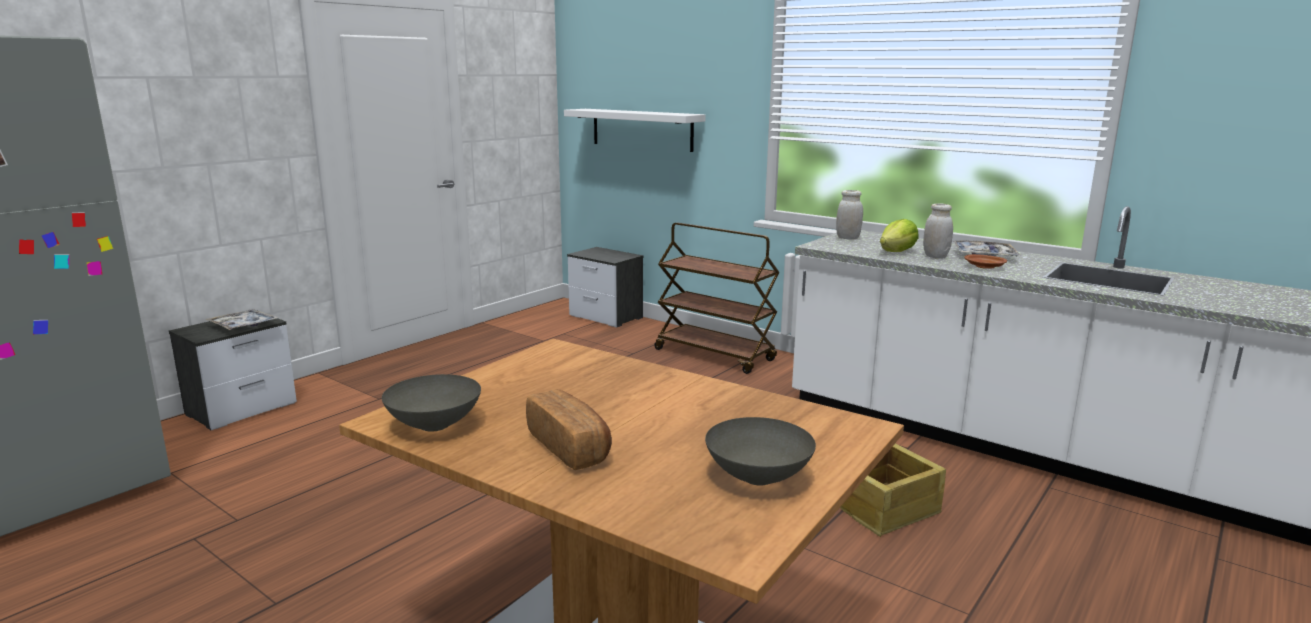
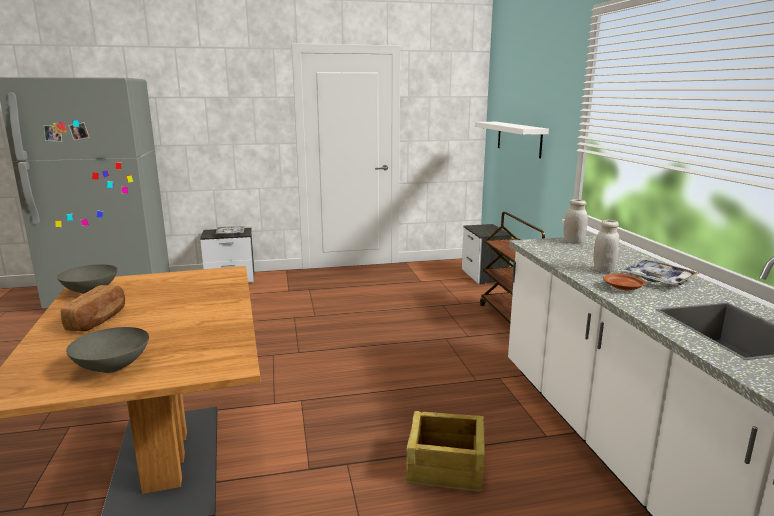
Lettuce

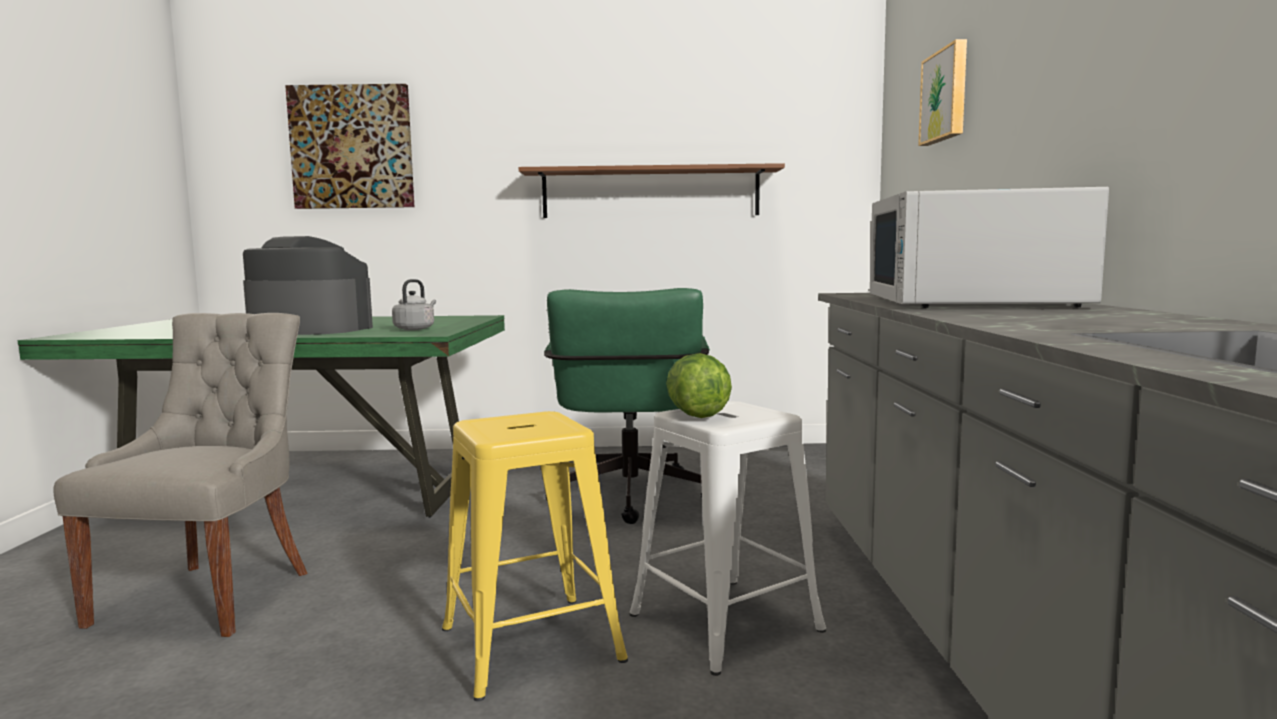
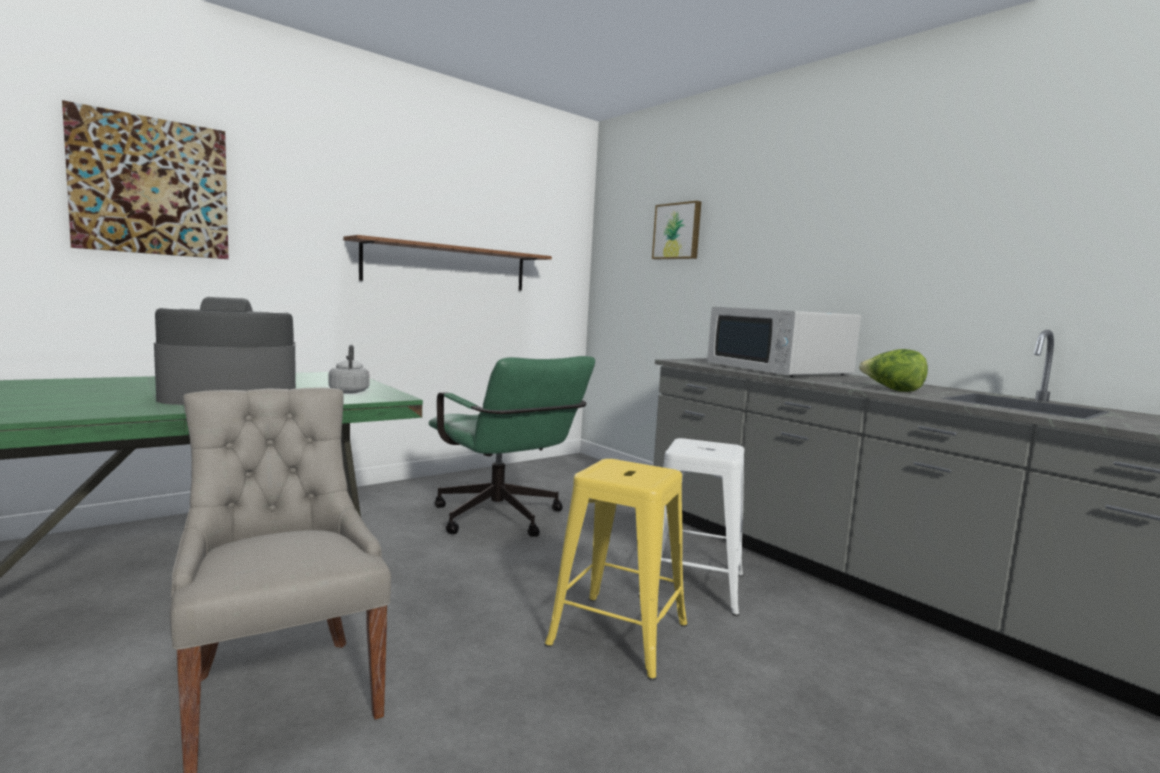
Lettuce

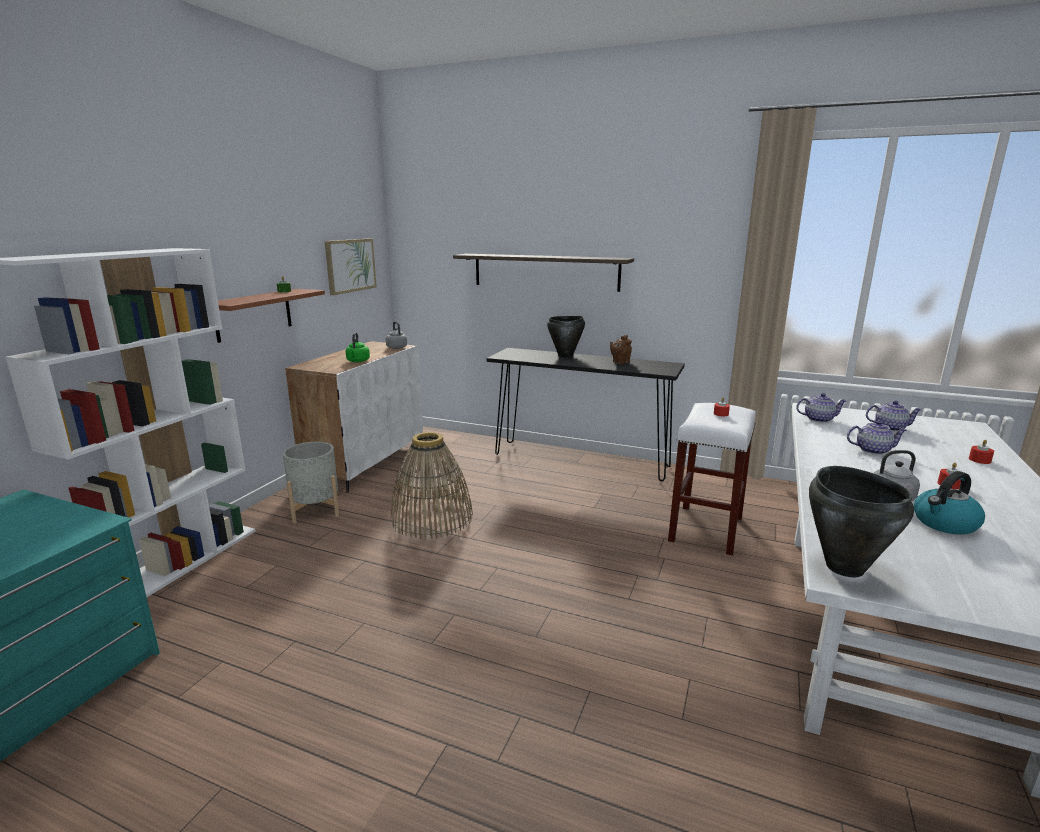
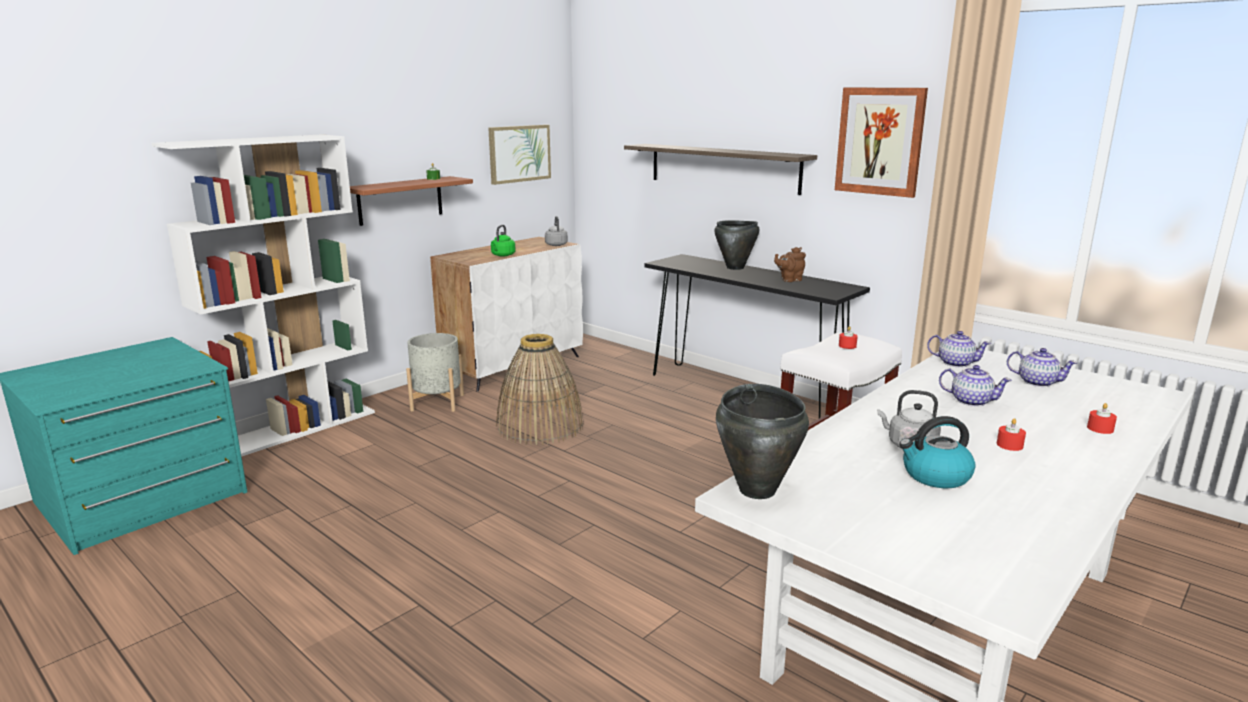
Picture (2nd from left)

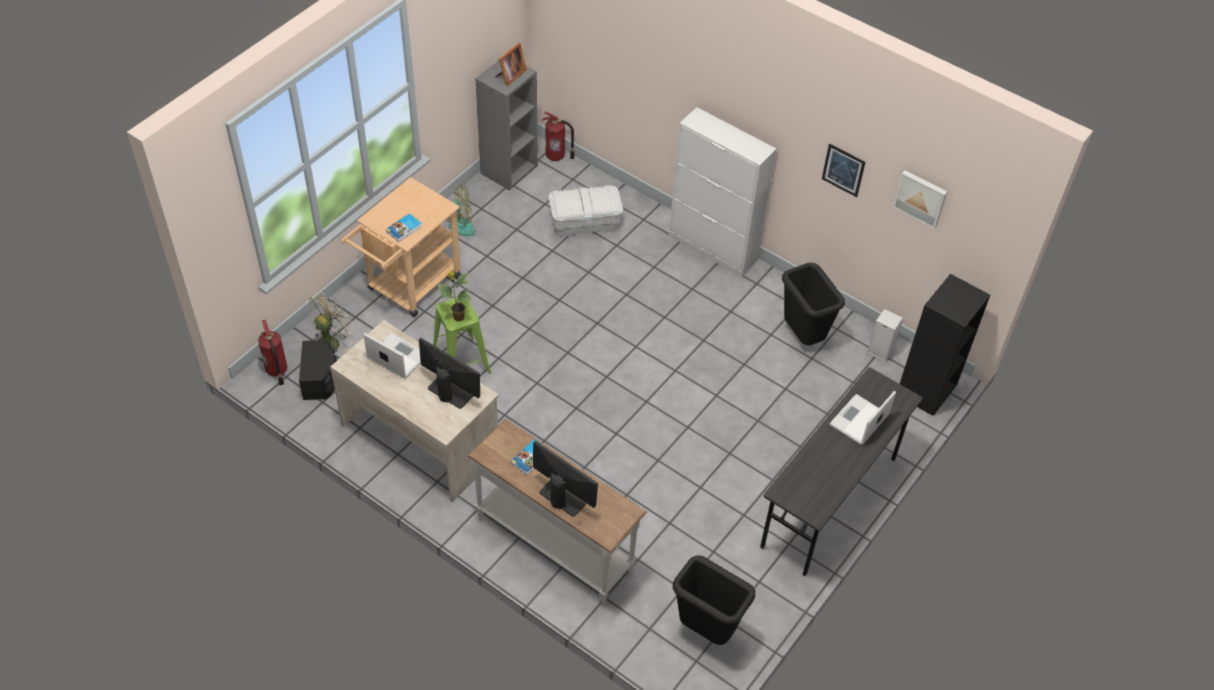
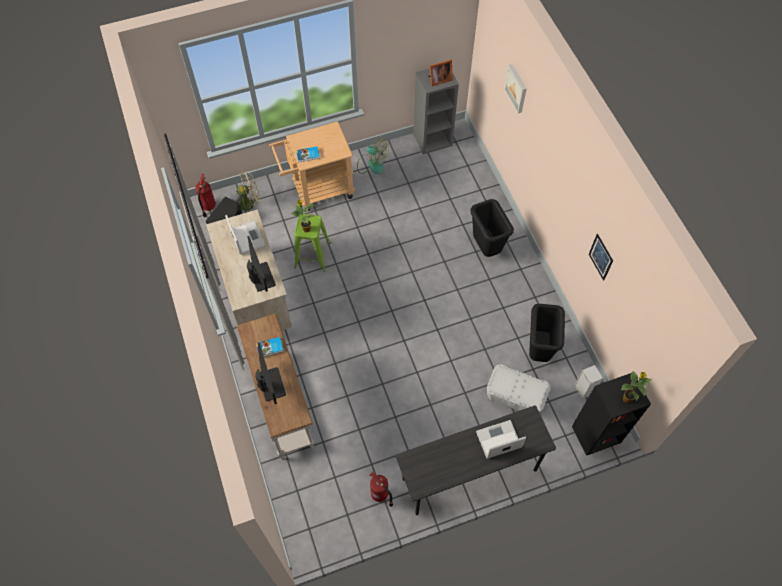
WhiteCabinet; FireExtinguisher (2nd from left); Picture (1st from left); WhiteStorageBox; BlackTrashCan (1st from left); PottedPlant (2nd from left)

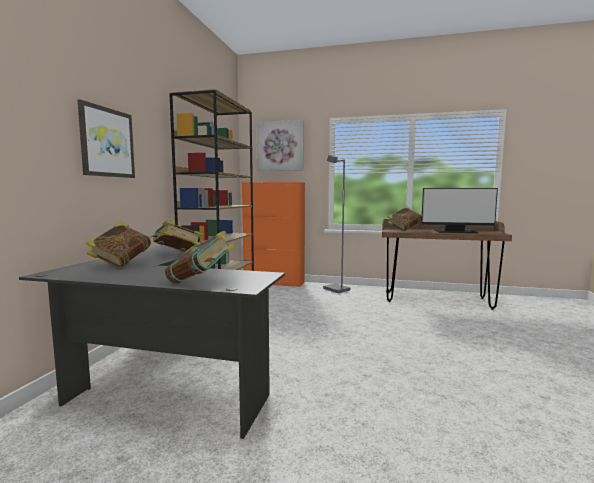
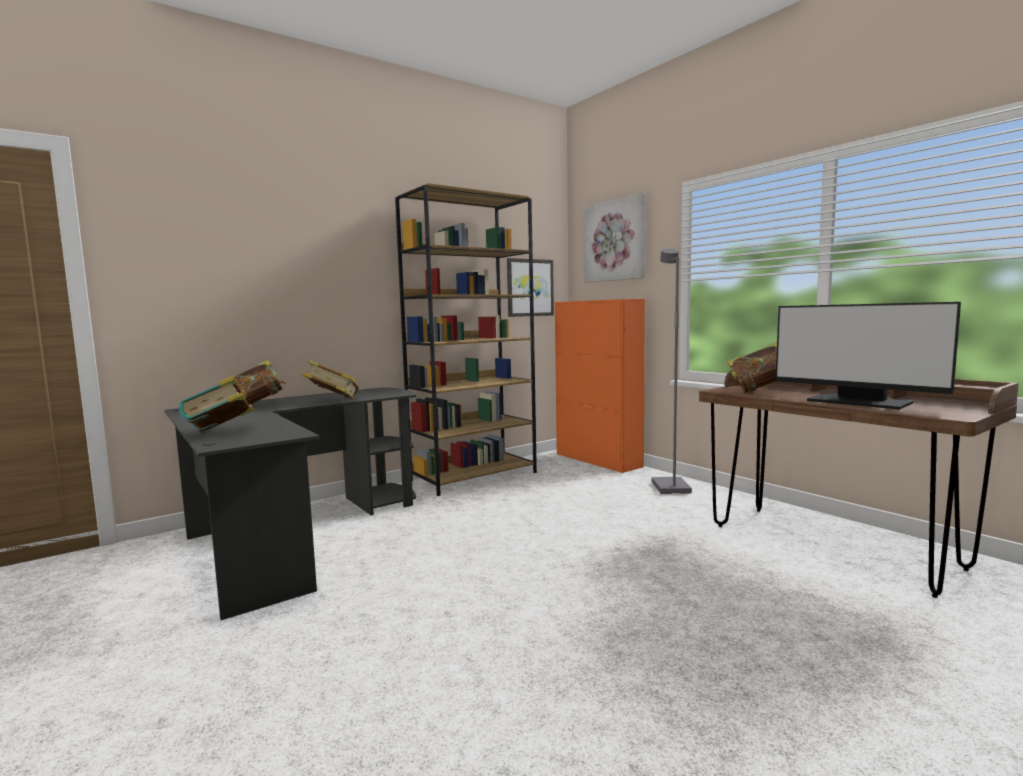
Picture (1st from left)

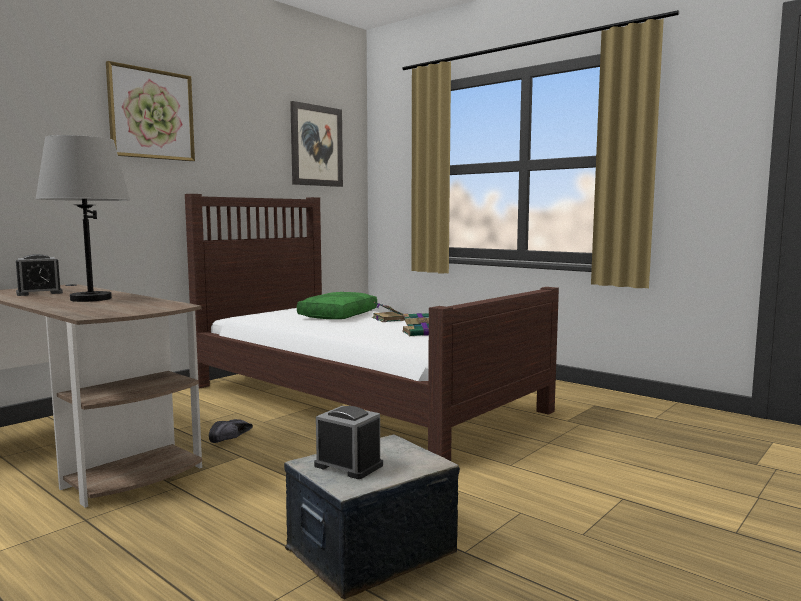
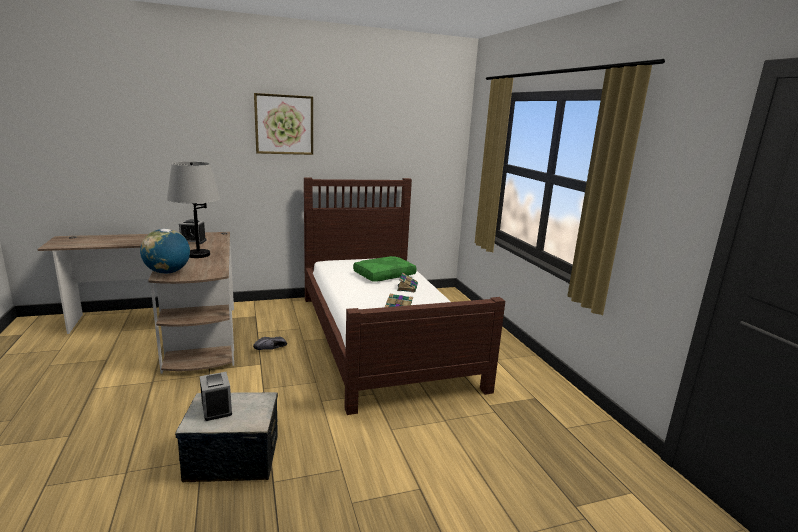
Picture (2nd from left in the first image); Globe

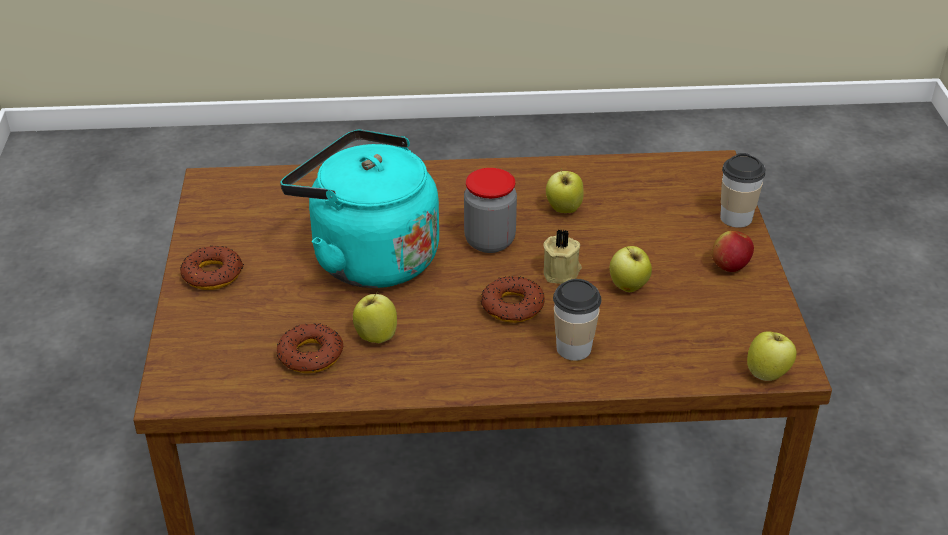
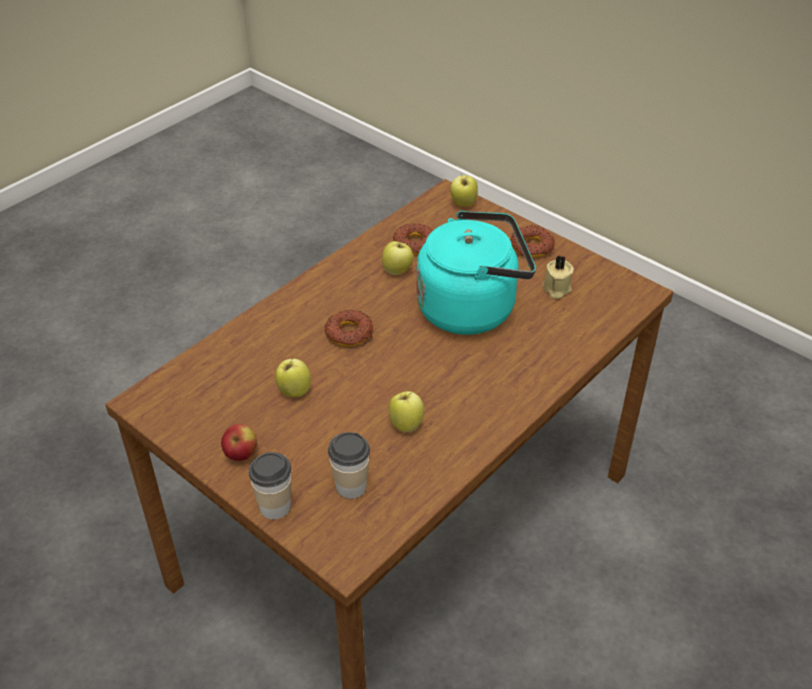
Jar; BeigeCandle; Cup (2nd from left); Apple (5th from left)

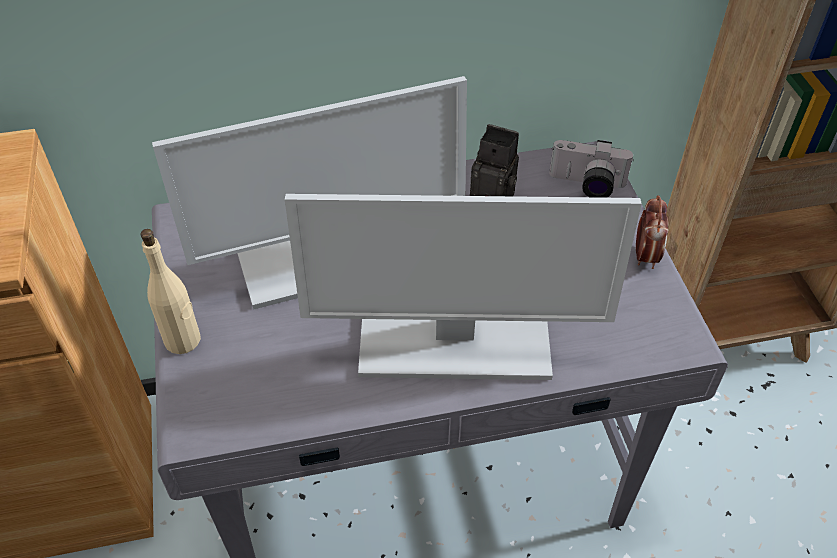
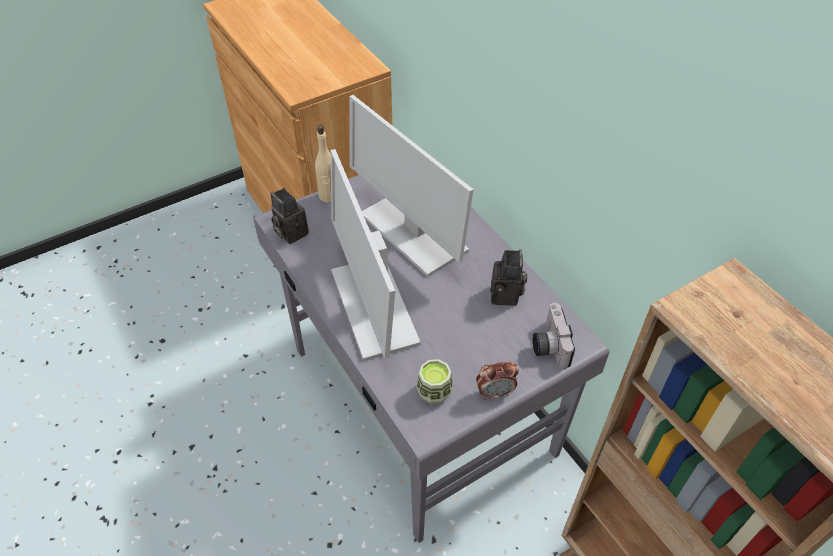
PhotoCamera (1st from left); Cup

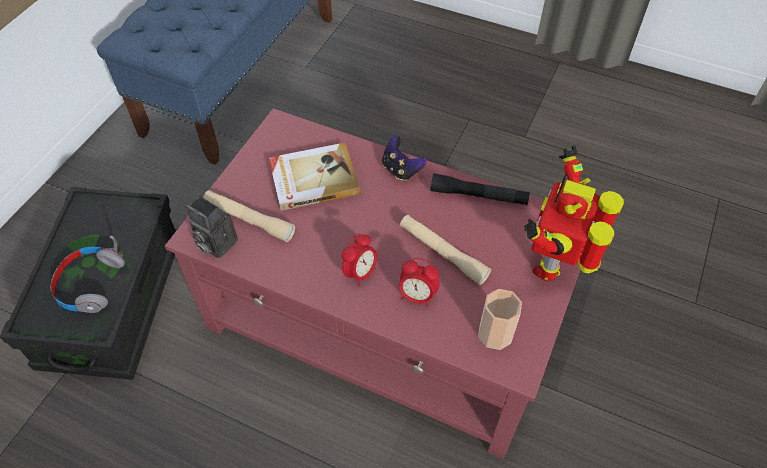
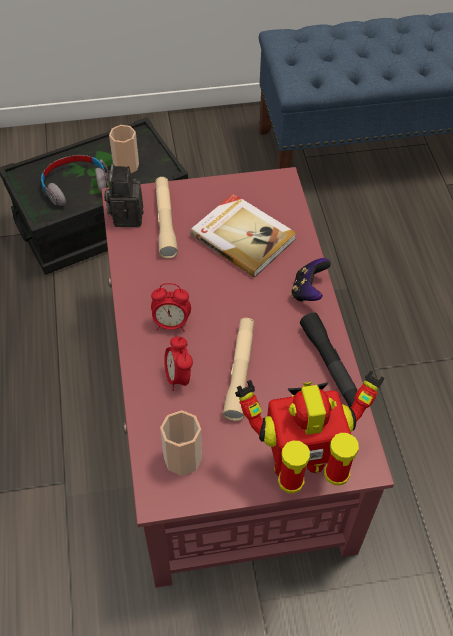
Cup (1st from left)

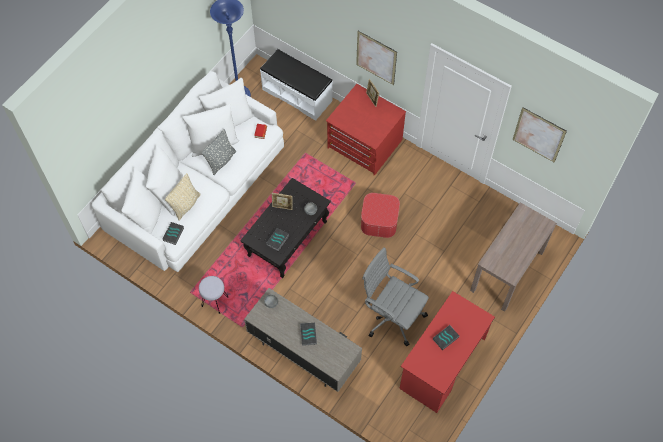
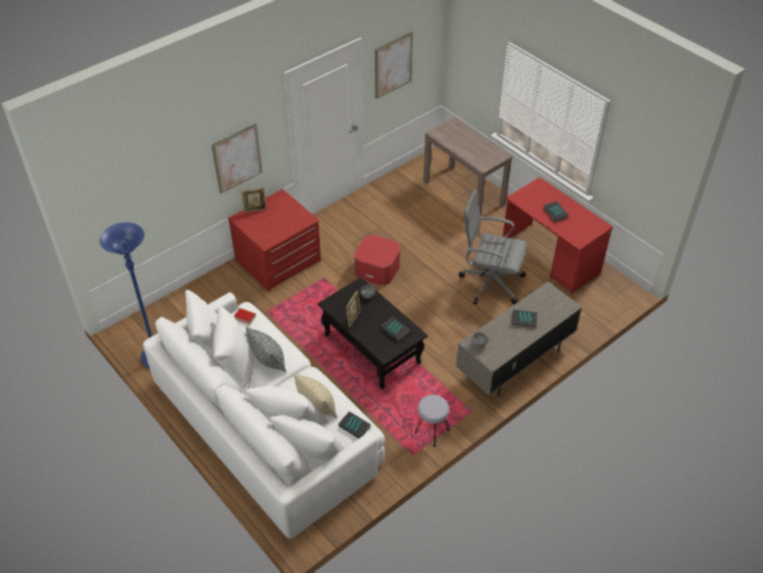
WhiteBench; GreyOfficeChair

